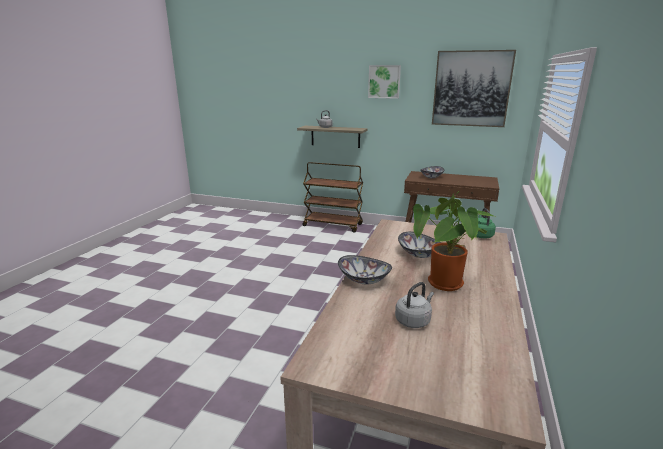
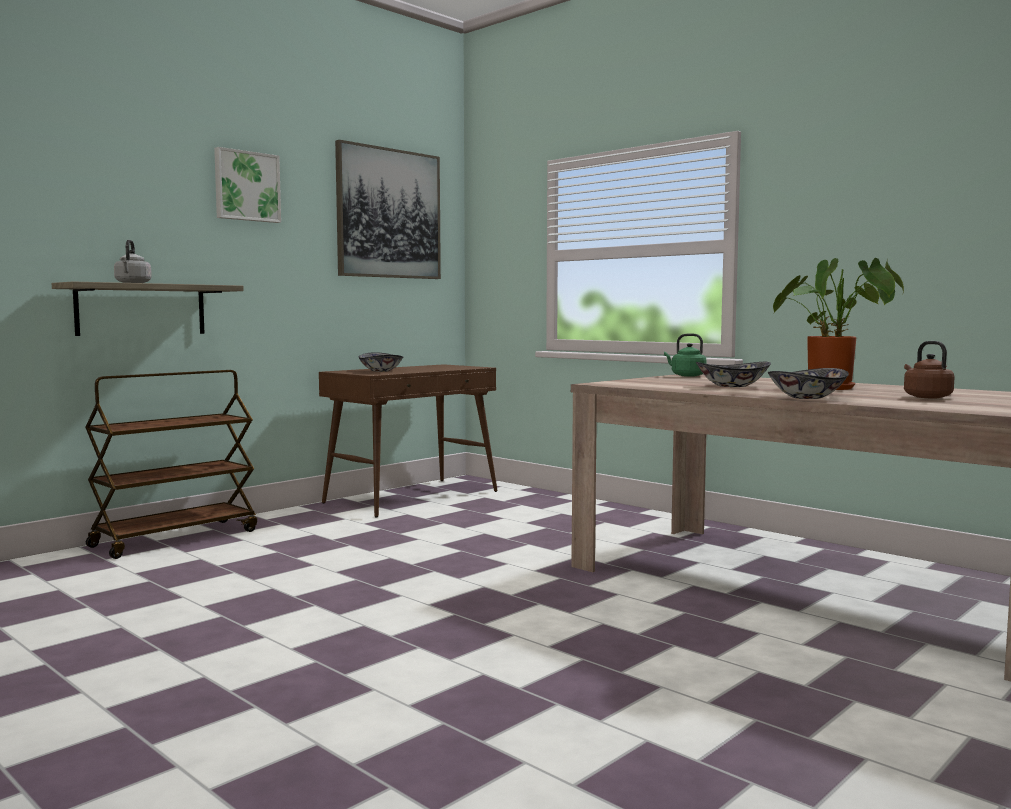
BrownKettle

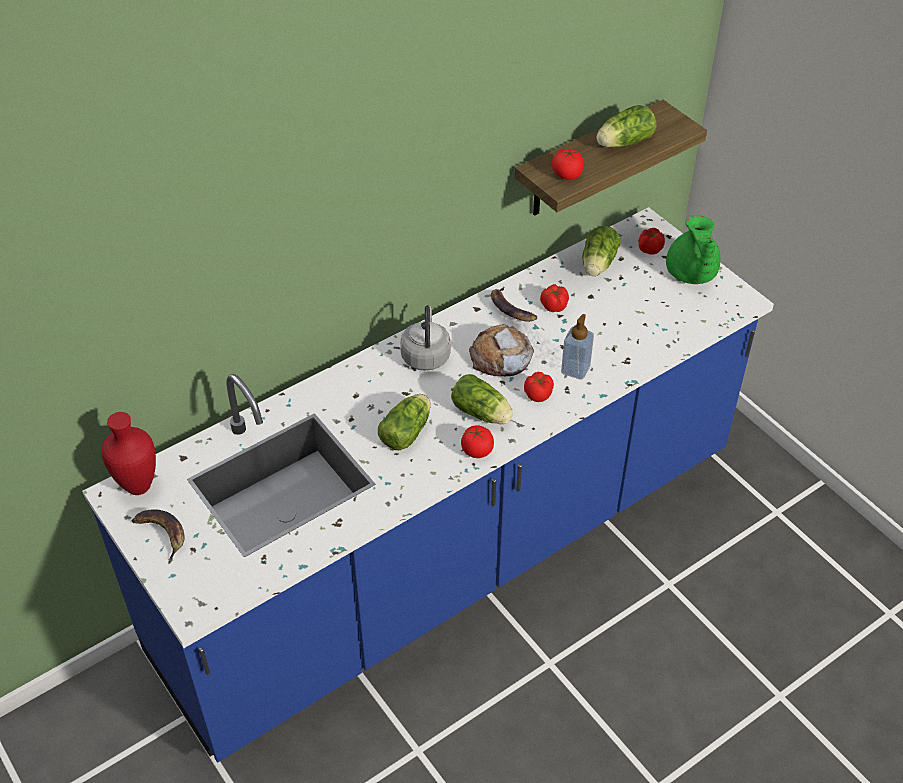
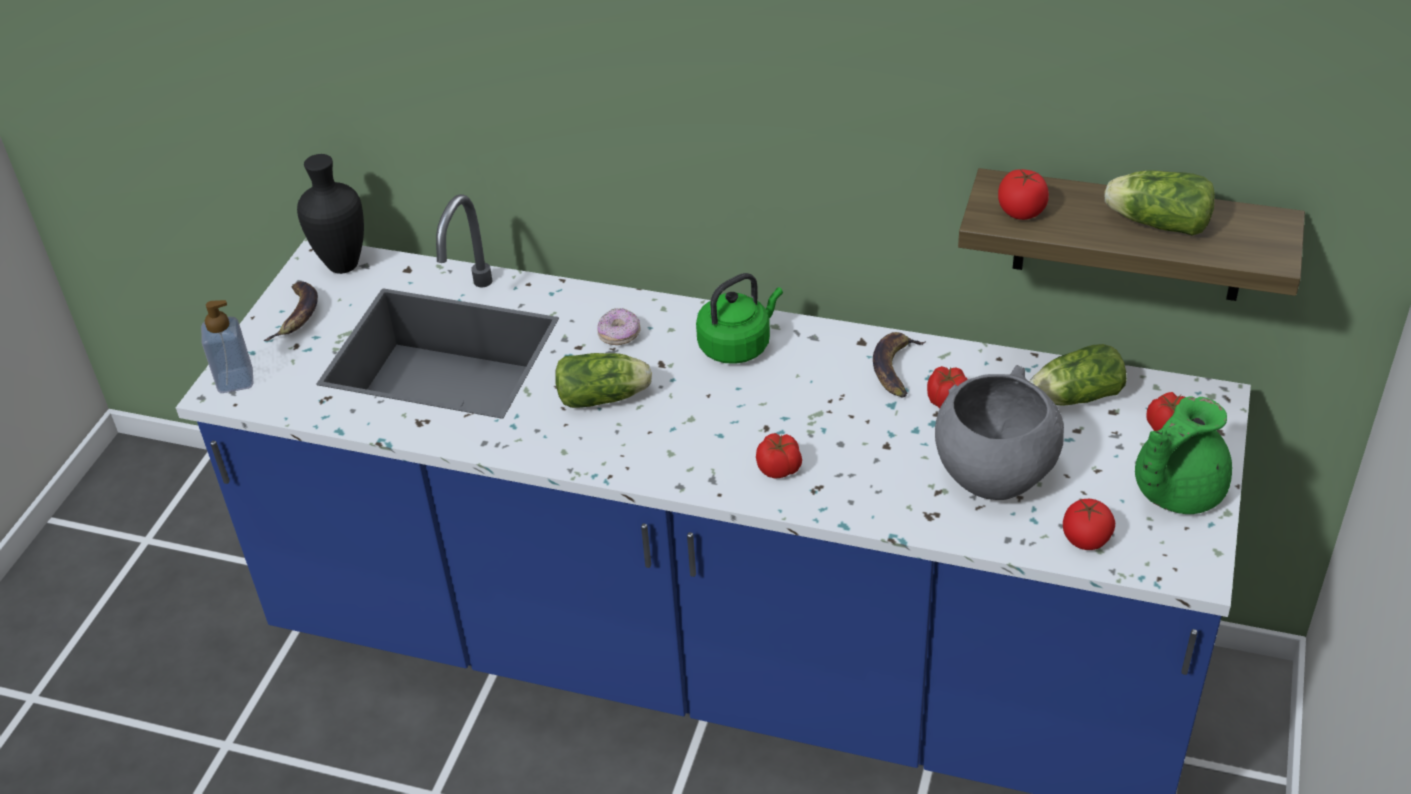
GreenKettle; SoapDispenser; Bread; Lettuce (2nd from left in the first image); BlackVase; Tomato (4th from left); Donut; GreyBowl

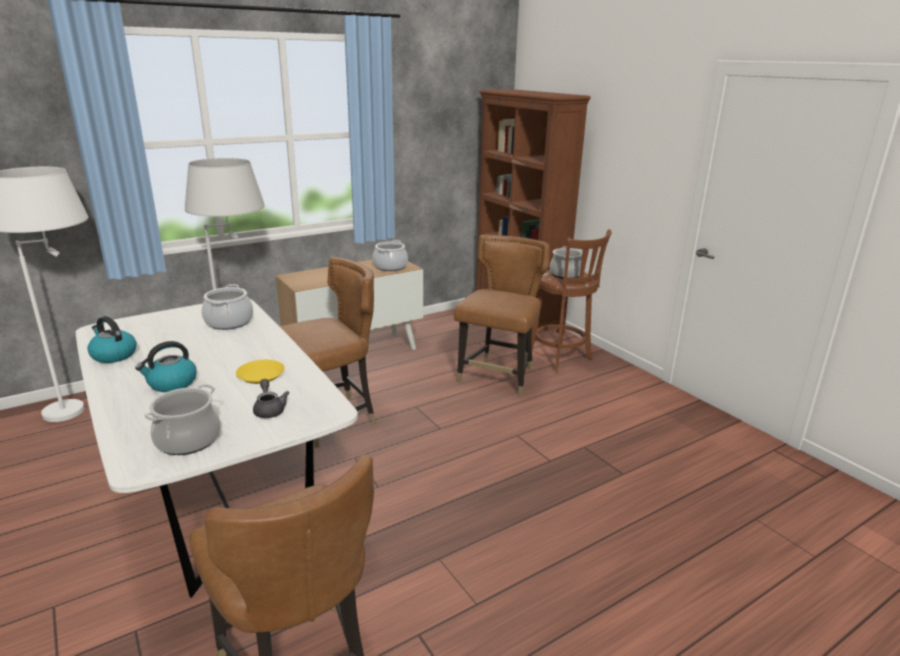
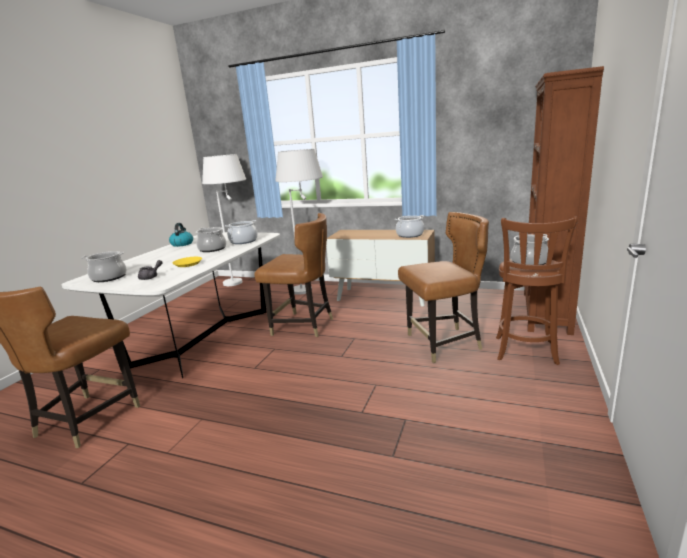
Kettle (2nd from left in the first image); CookingPot (2nd from left)

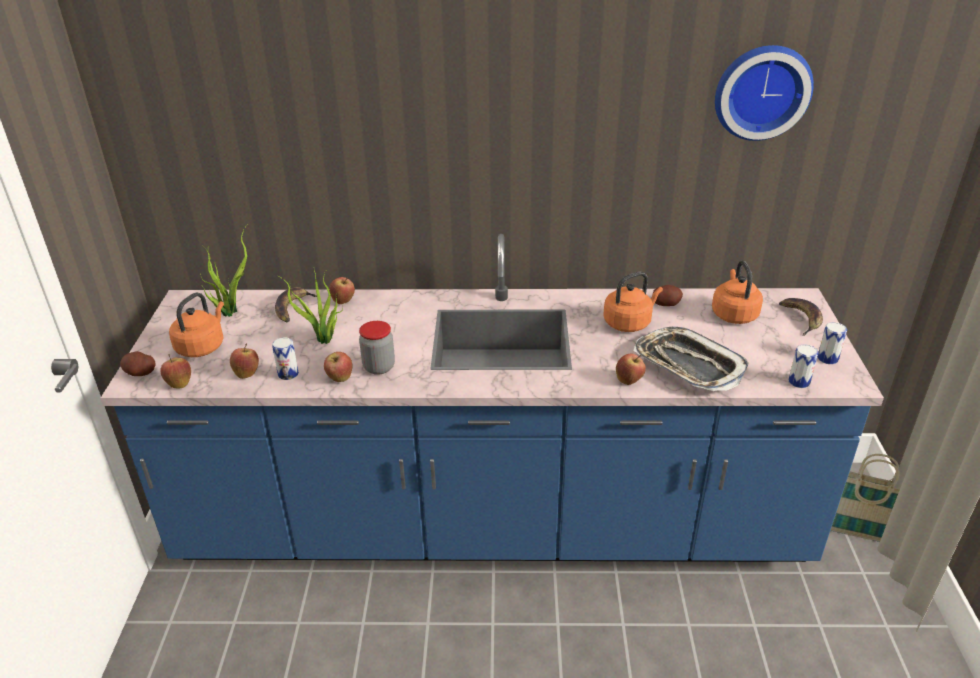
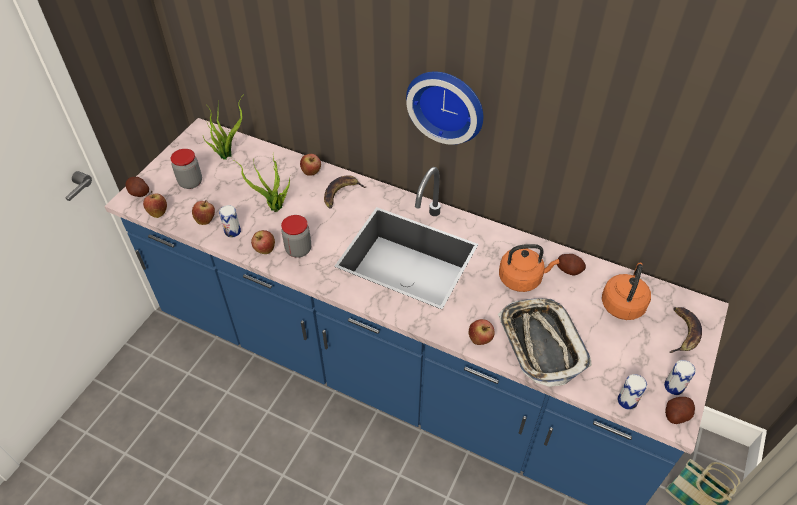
WallClock; Banana (1st from left); Jar (1st from left); Potato (3rd from left)

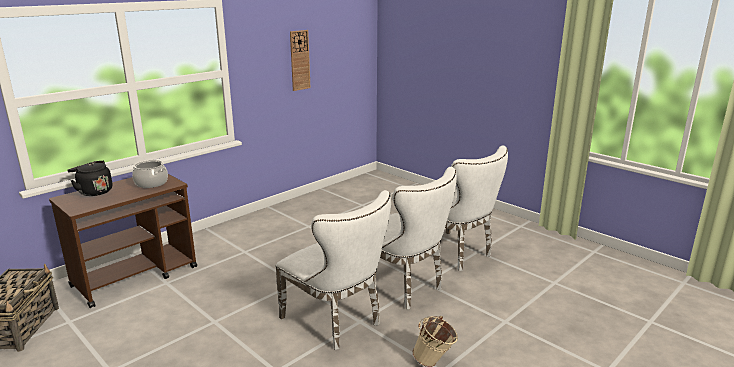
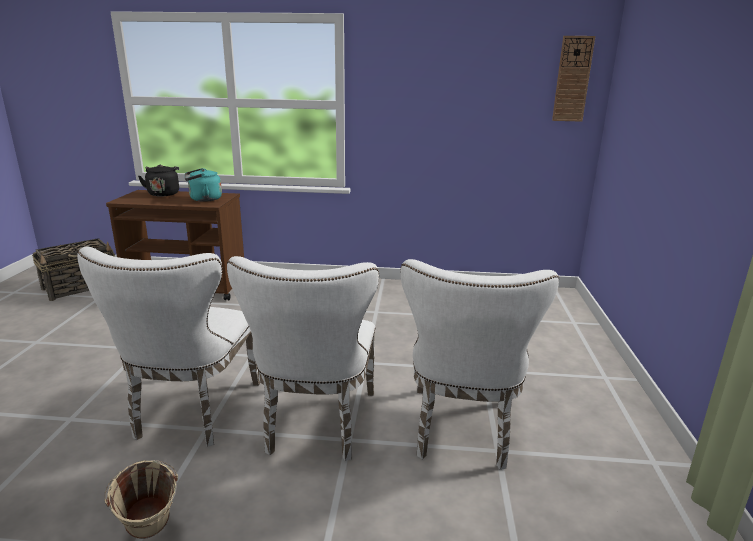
WallClock; TurquoiseKettle

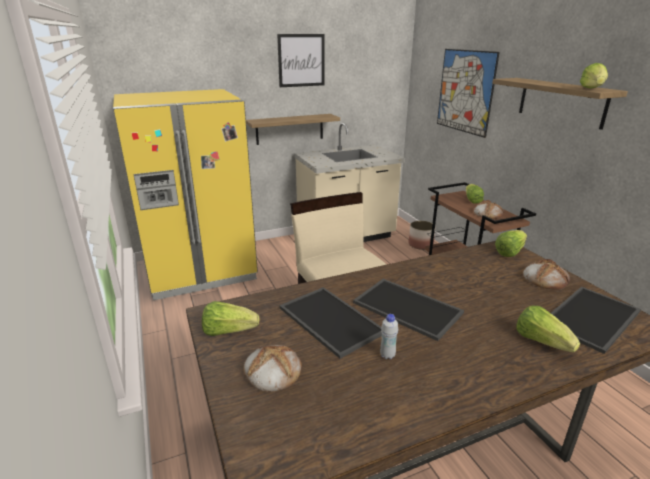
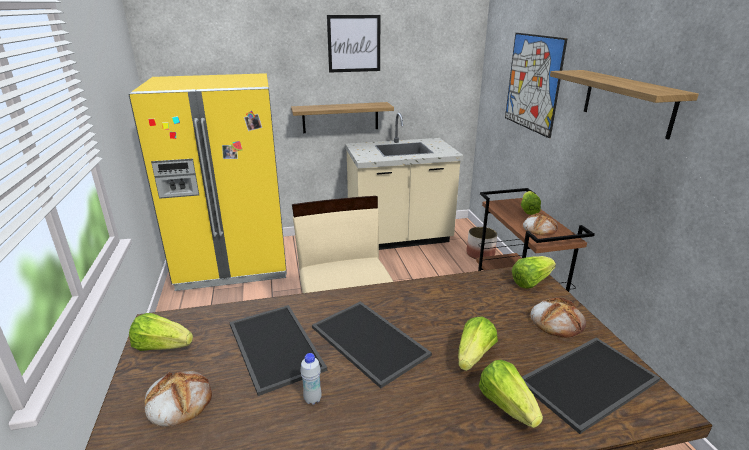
Lettuce (2nd from left)

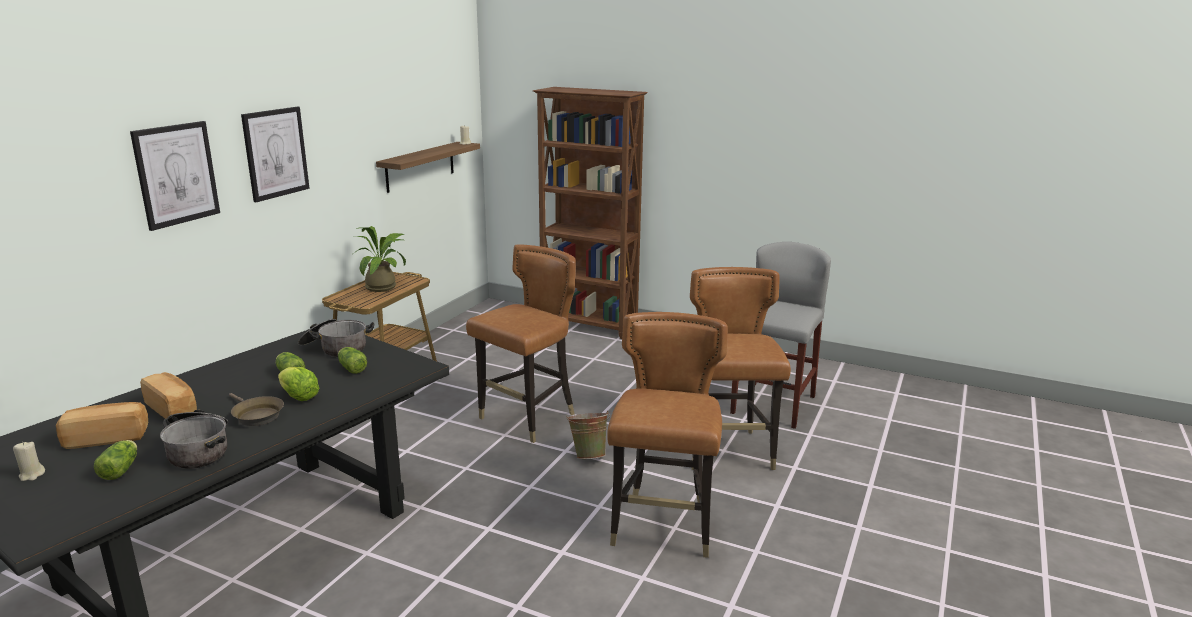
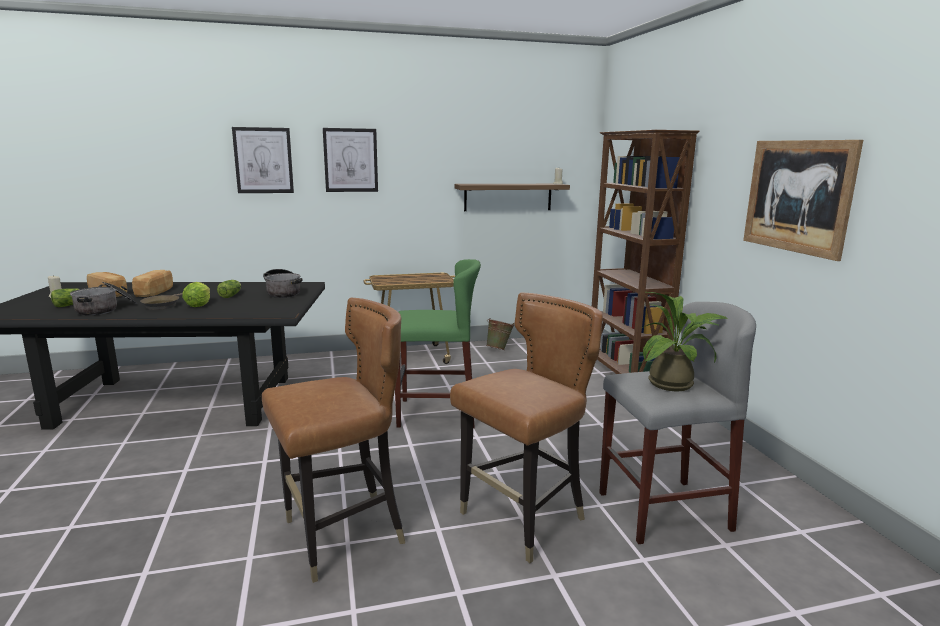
PottedPlant; GreenStool; Lettuce (4th from left in the first image); GreenBucket; Picture (3rd from left)

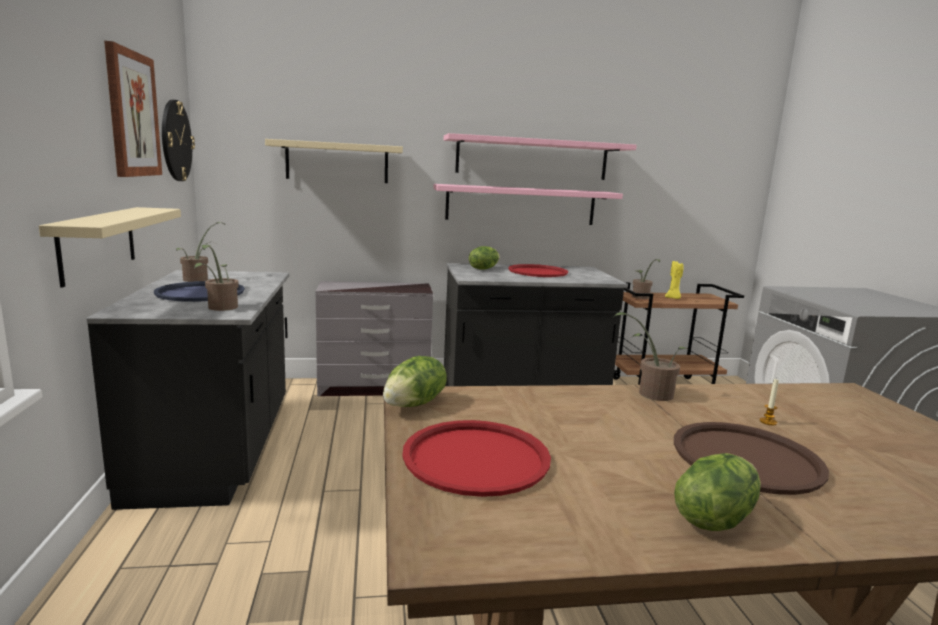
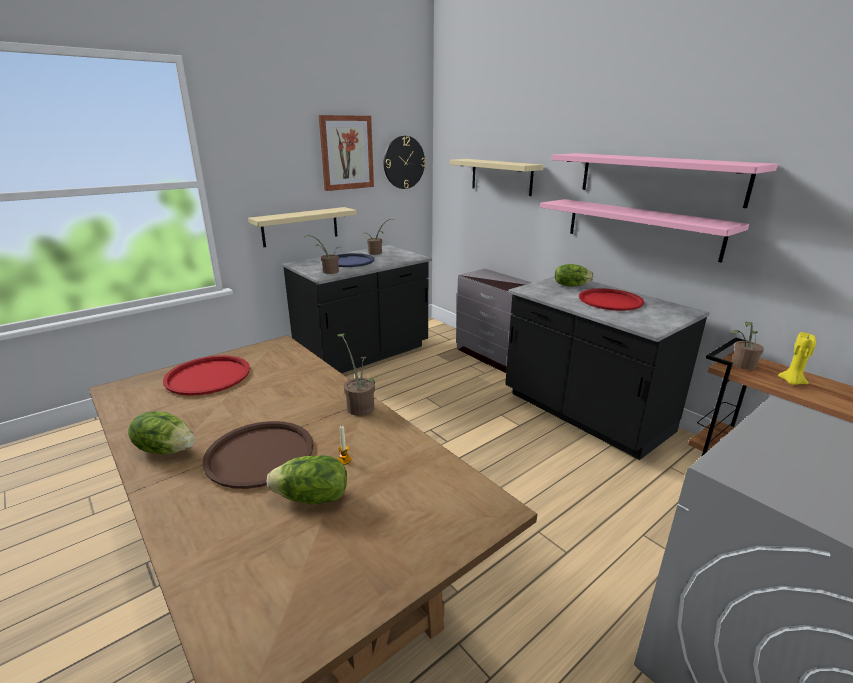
Lettuce (2nd from left)

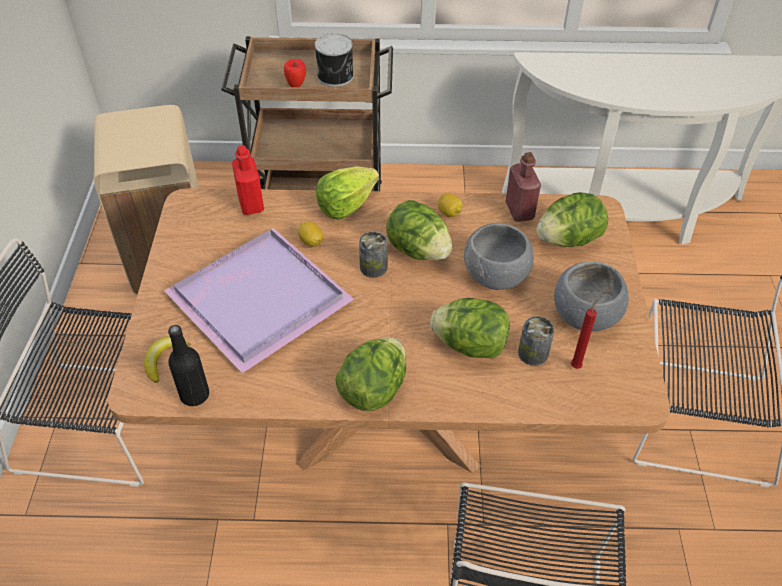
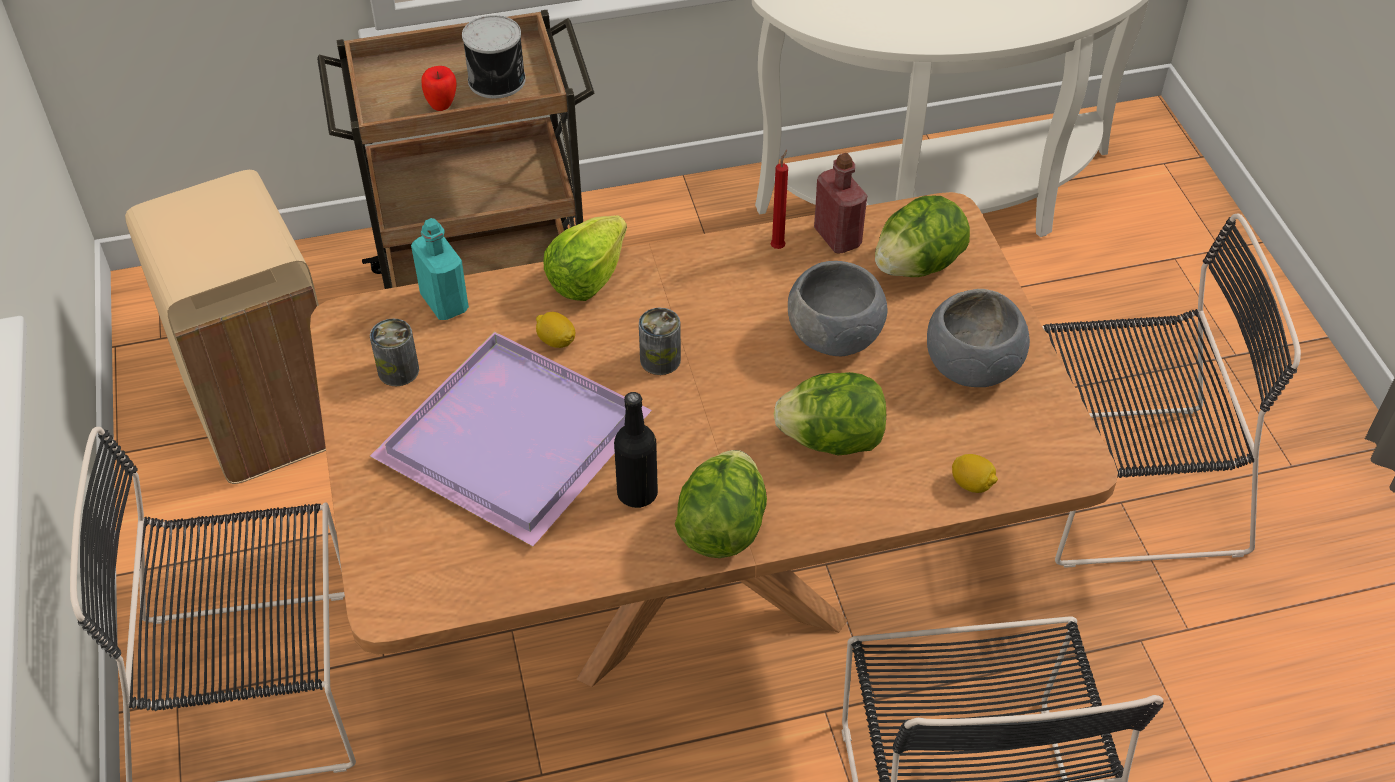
TurquoiseBottle; Lemon (2nd from left); Lettuce (3rd from left in the first image); RedCandle; Can (1st from left); BlackBottle; Banana

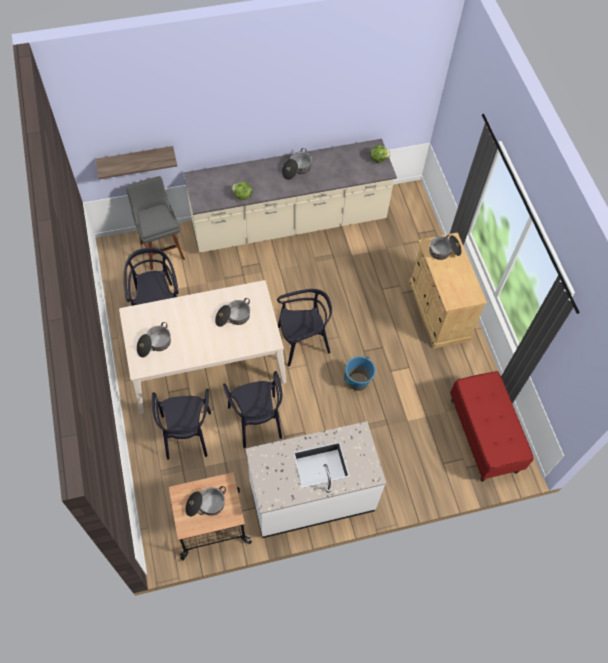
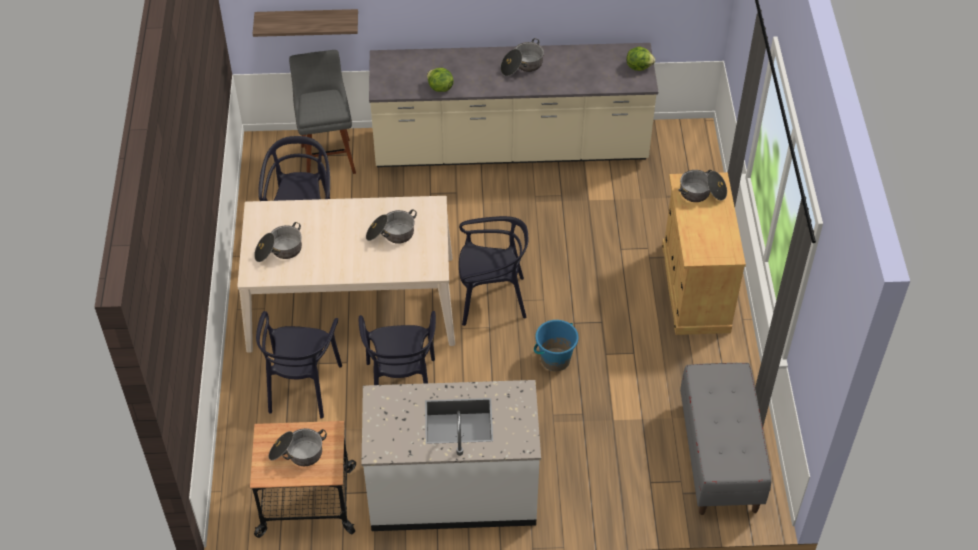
GreyBench

